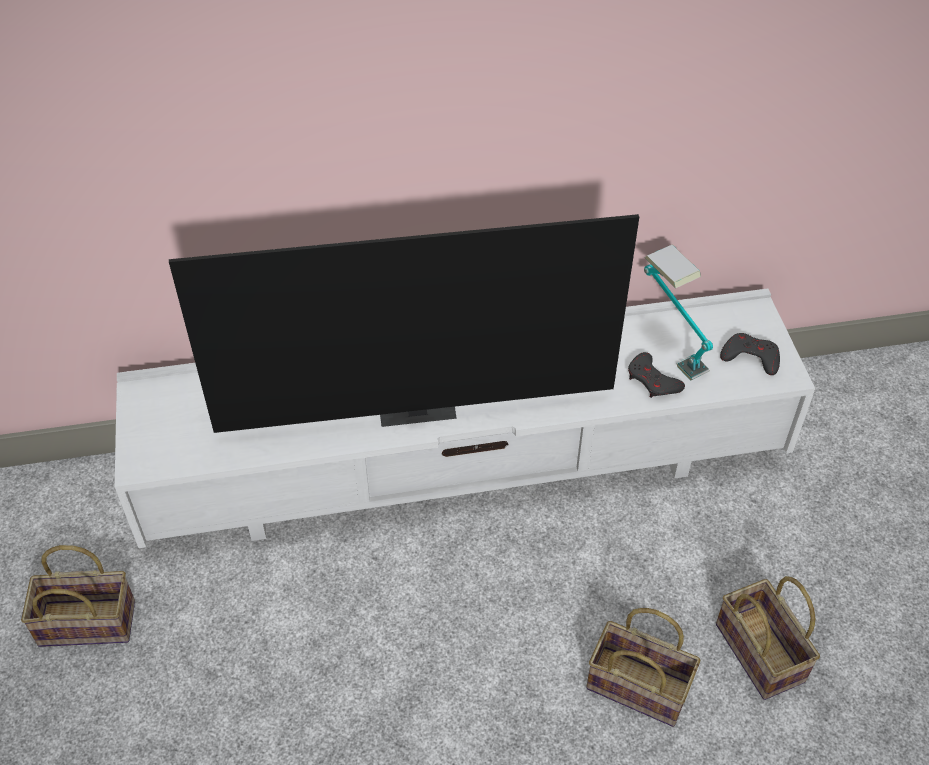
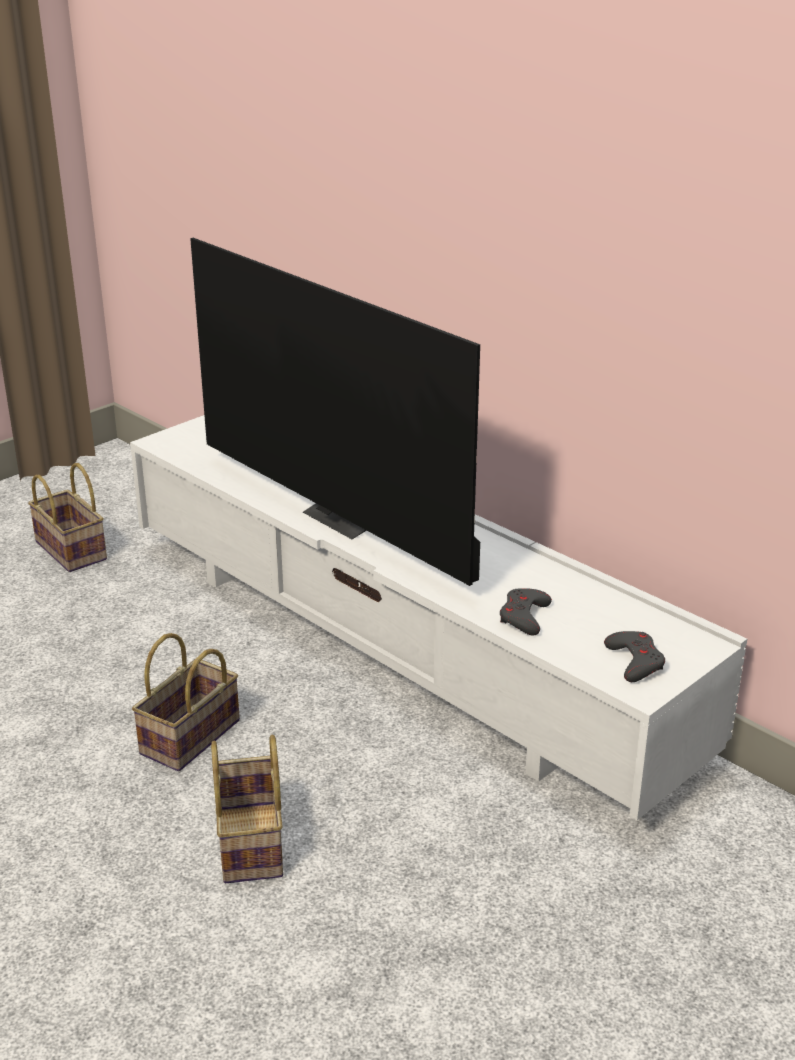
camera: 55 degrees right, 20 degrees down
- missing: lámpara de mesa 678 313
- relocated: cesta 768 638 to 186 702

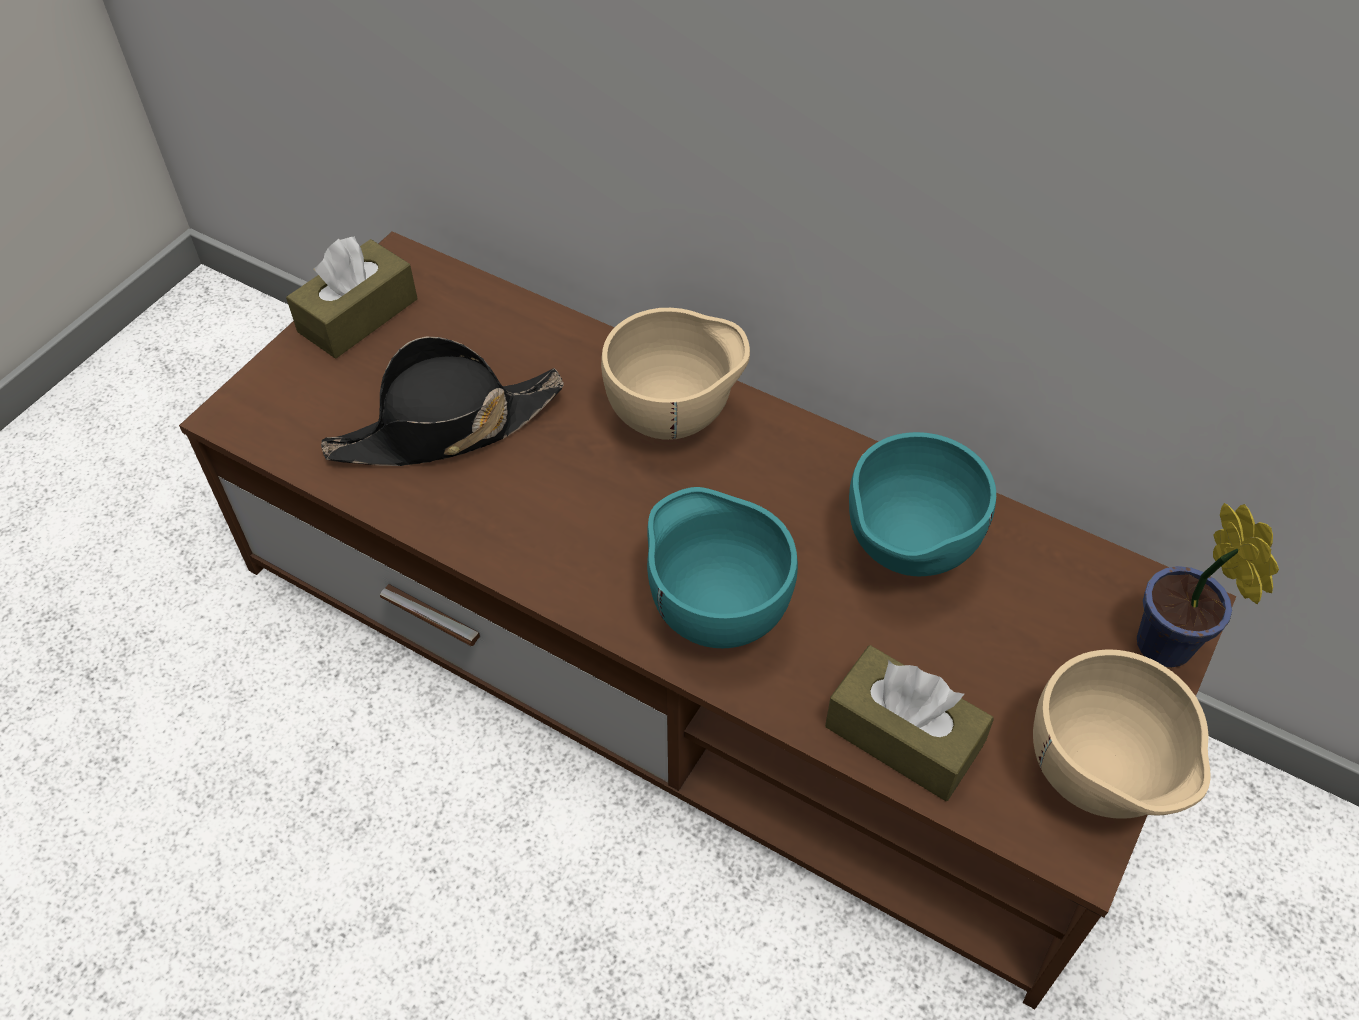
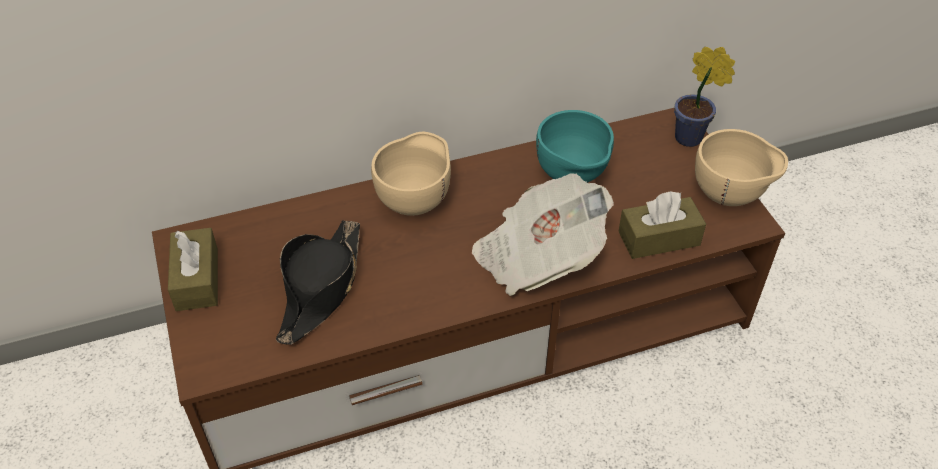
camera: 50 degrees left, 5 degrees down
- exchanged: cuenco (turquesa) 722 567 to periódico 543 235

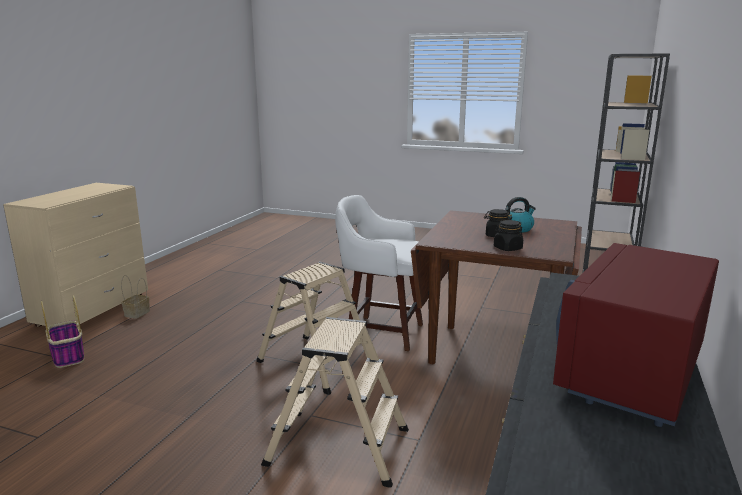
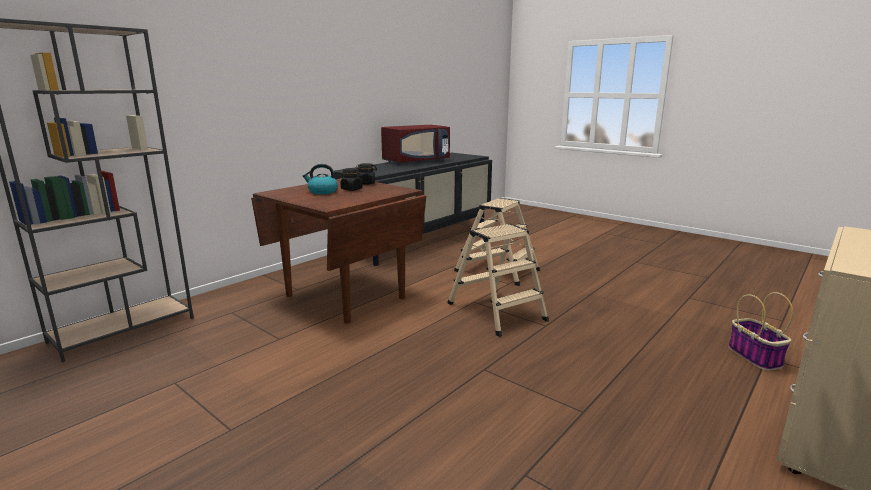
camera: 160 degrees left, 0 degrees up
- missing: cesta 135 297
- missing: taburete (blanco) 379 273

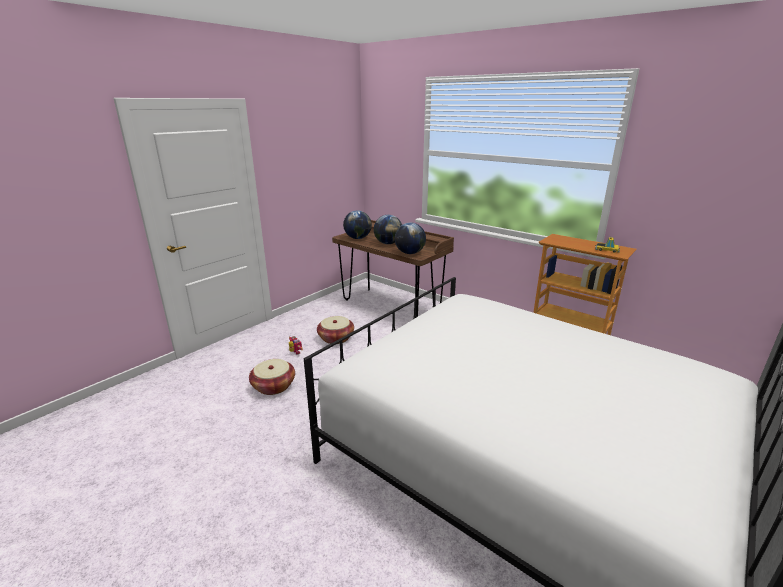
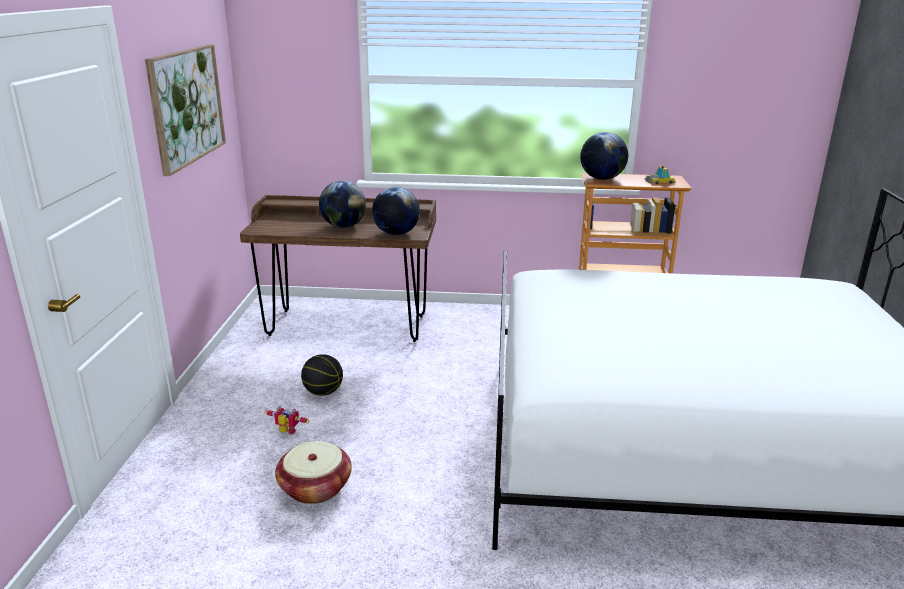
camera: 35 degrees left, 0 degrees up
- exchanged: cesta 335 330 to balón de baloncesto 322 375
- relocated: globo terráqueo 357 224 to 604 156
- appeared: cuadro 185 110

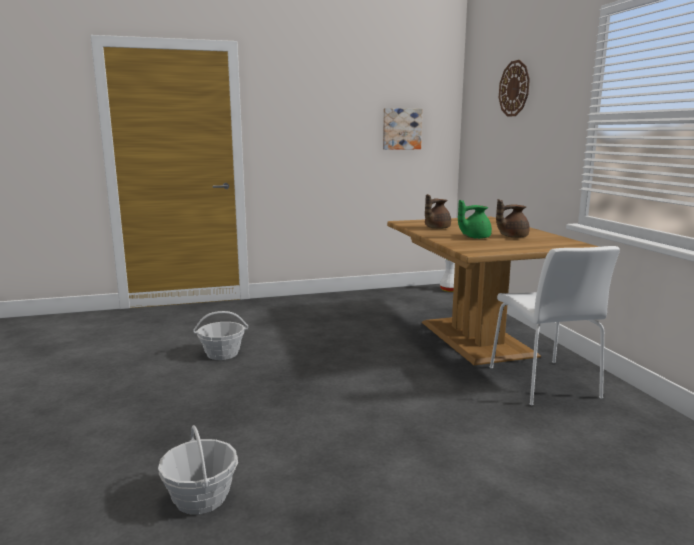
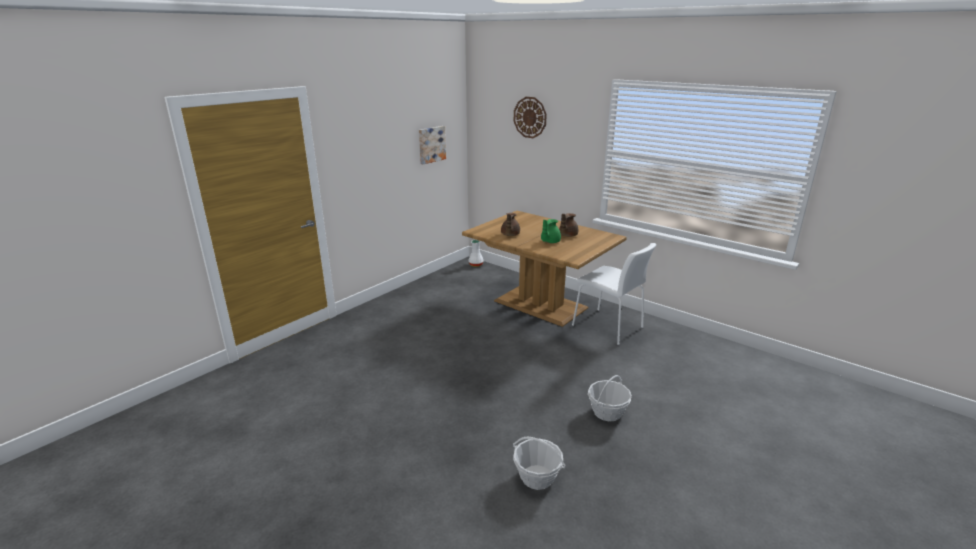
camera: 35 degrees left, 10 degrees up
- relocated: cesta 220 335 to 610 398

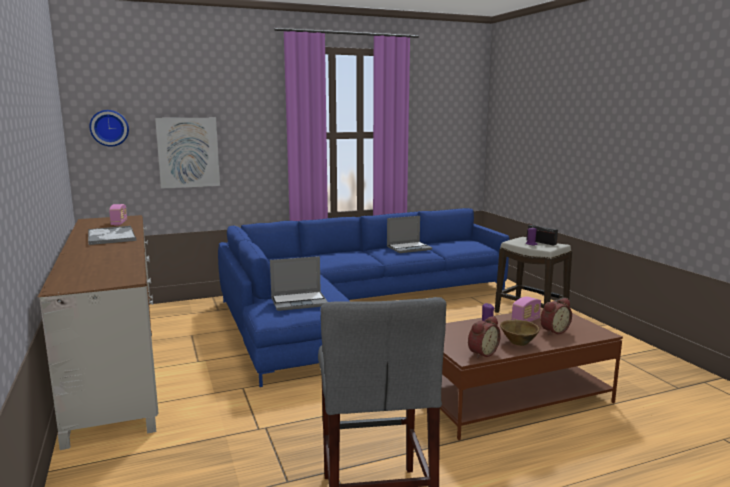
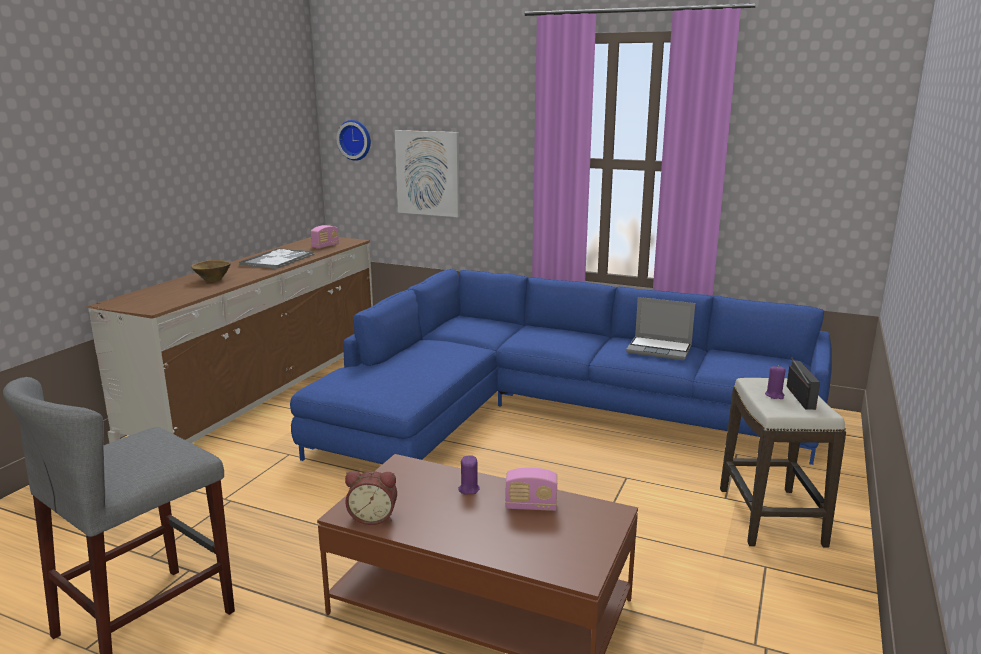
camera: 45 degrees right, 5 degrees up
- missing: portátil 299 283
- relocated: cuenco (marrón) 520 333 to 211 271
- missing: despertador 556 316

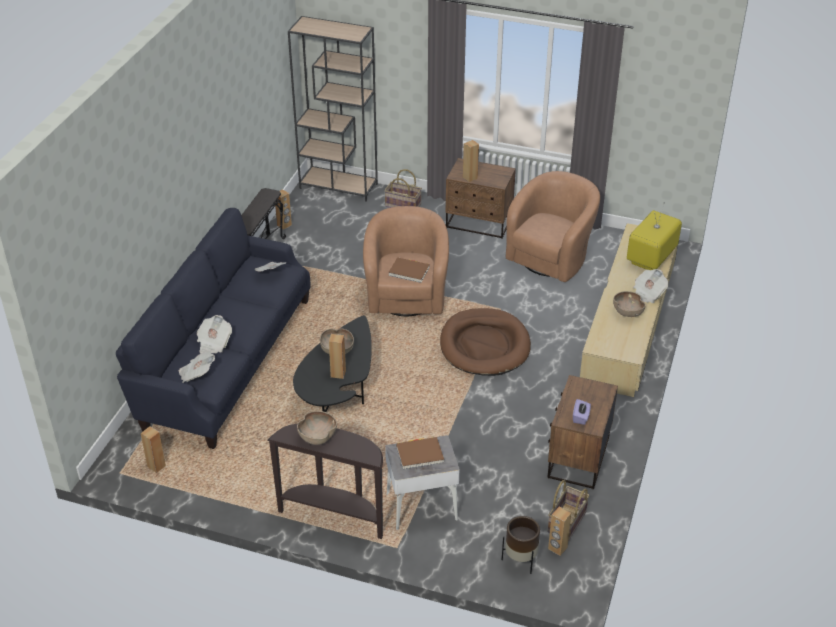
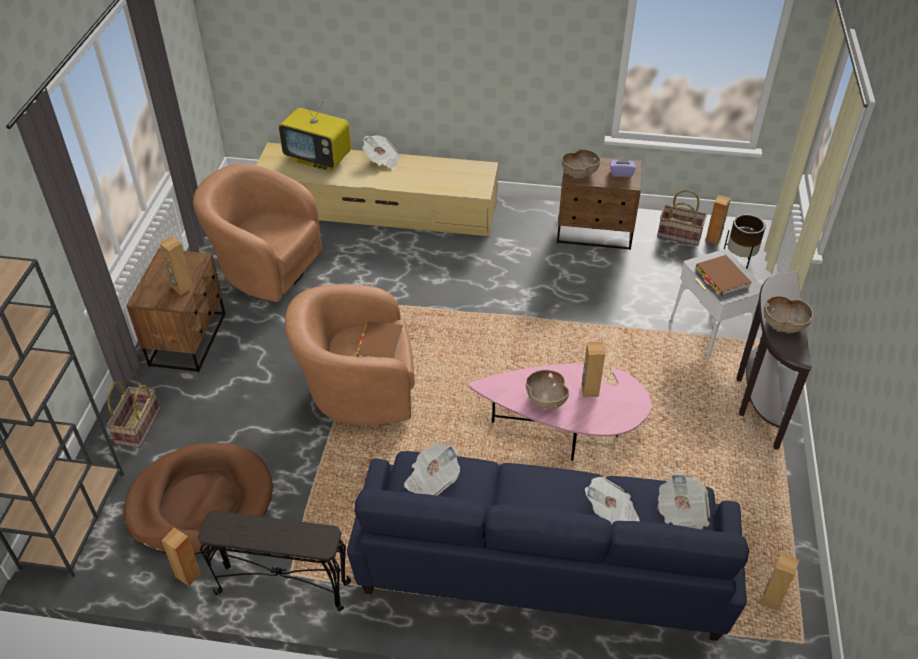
camera: 100 degrees left, 5 degrees up
- colour: mesa de centro (negro) 332 363 to mesa de centro (rosa) 560 412
- relocated: cama para perro (marrón) 485 342 to 198 499
- relocated: cuenco (marrón) 629 304 to 581 163

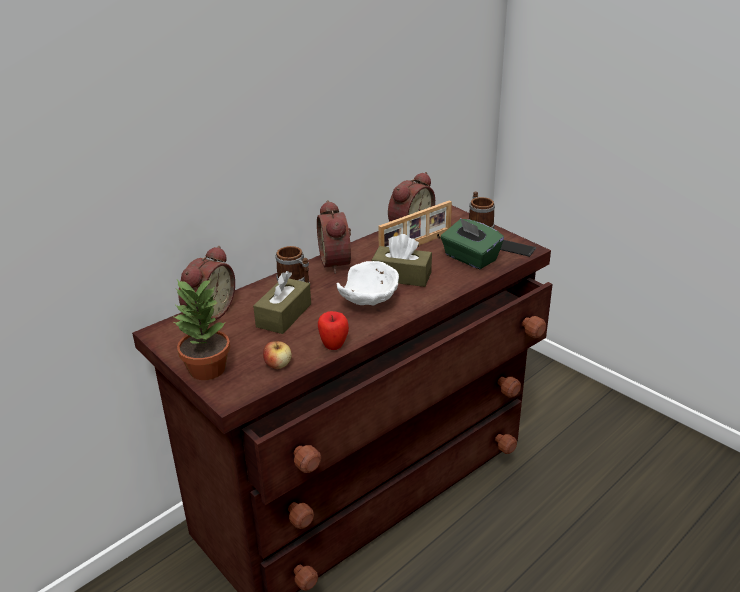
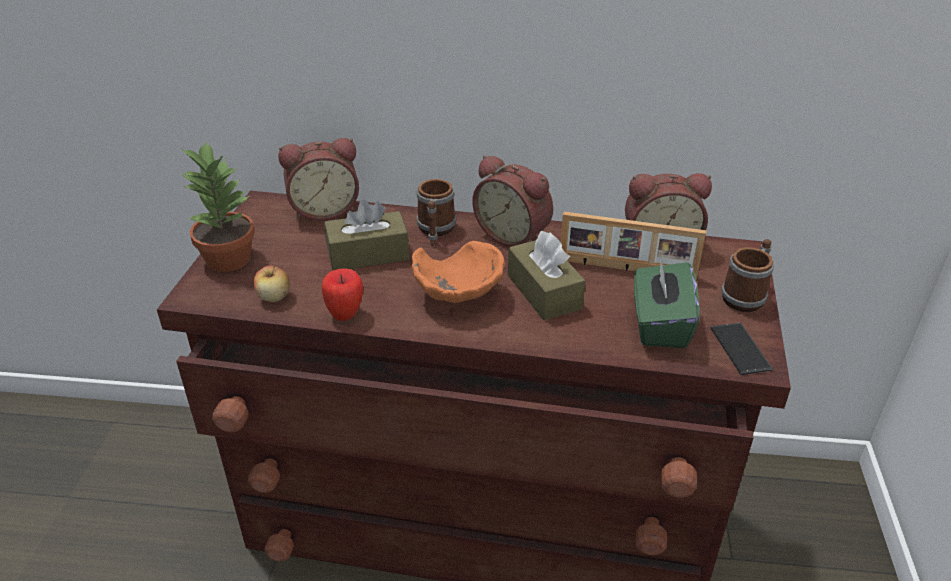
camera: 50 degrees right, 5 degrees up
- spun: despertador 334 237 = 512 201 90 degrees counterclockwise
- colour: cuenco (blanco) 368 283 to cuenco (naranja) 458 272

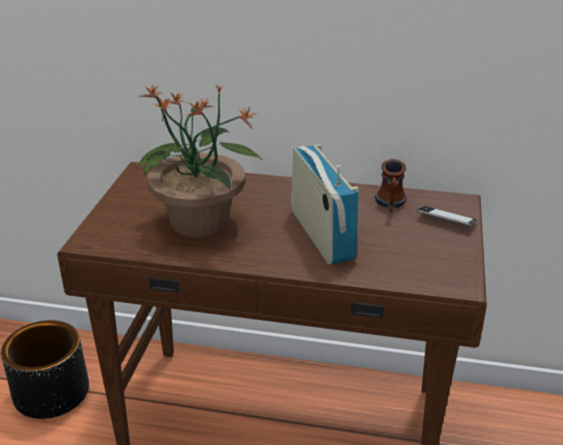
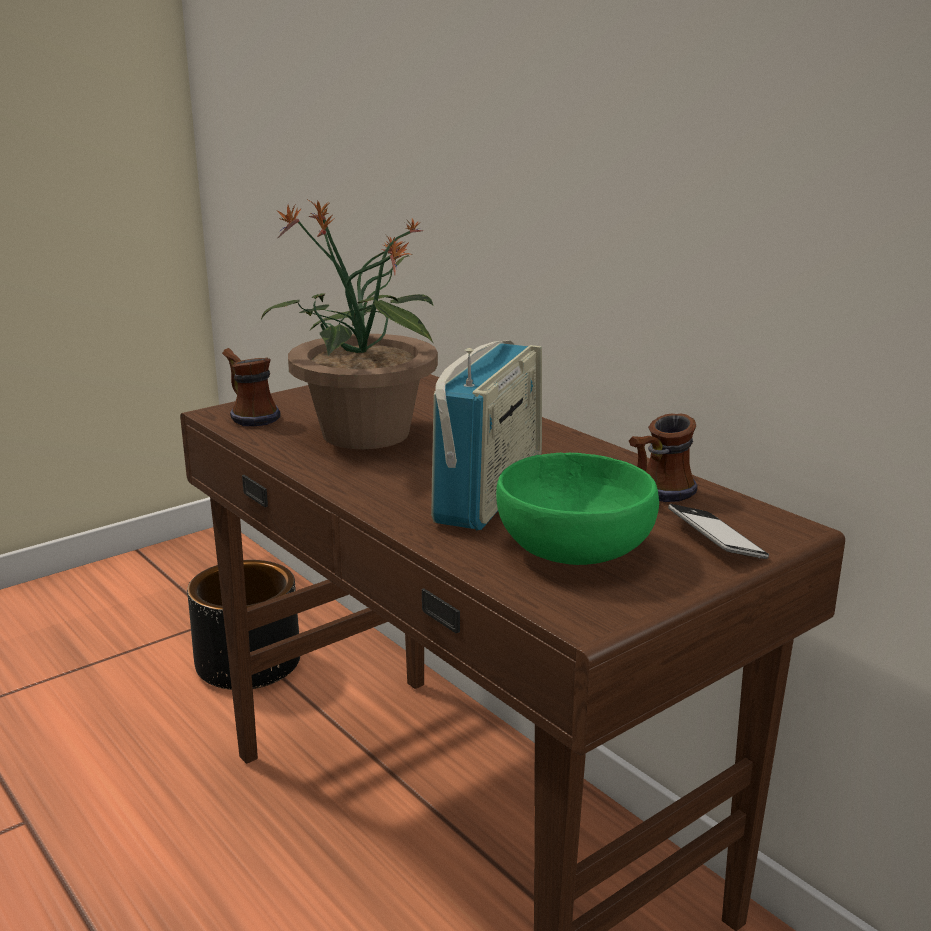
camera: 40 degrees right, 10 degrees down
- appeared: taza grande 251 387
- appeared: cuenco (verde) 577 509

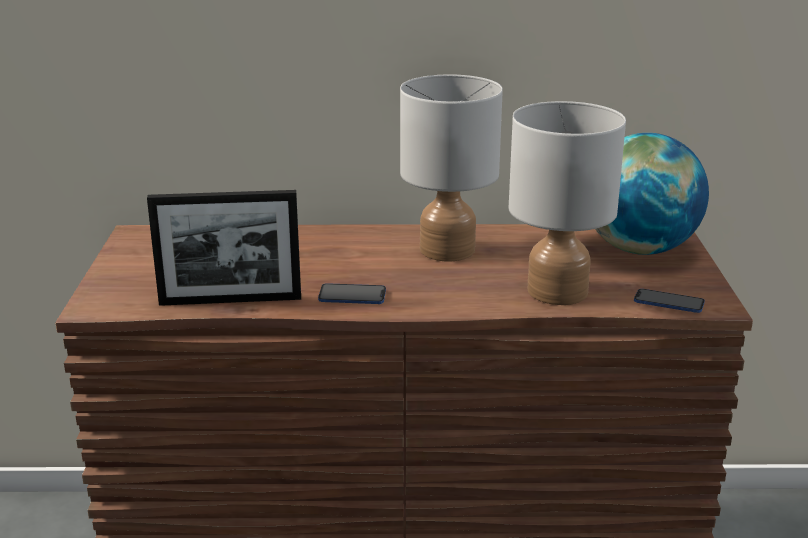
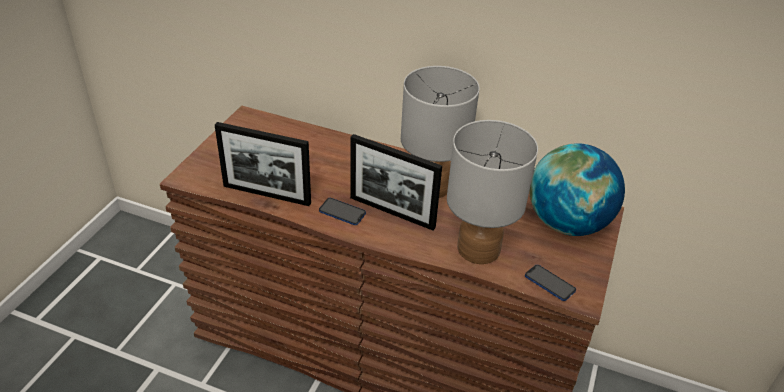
camera: 20 degrees right, 15 degrees up
- appeared: portarretratos 396 182

